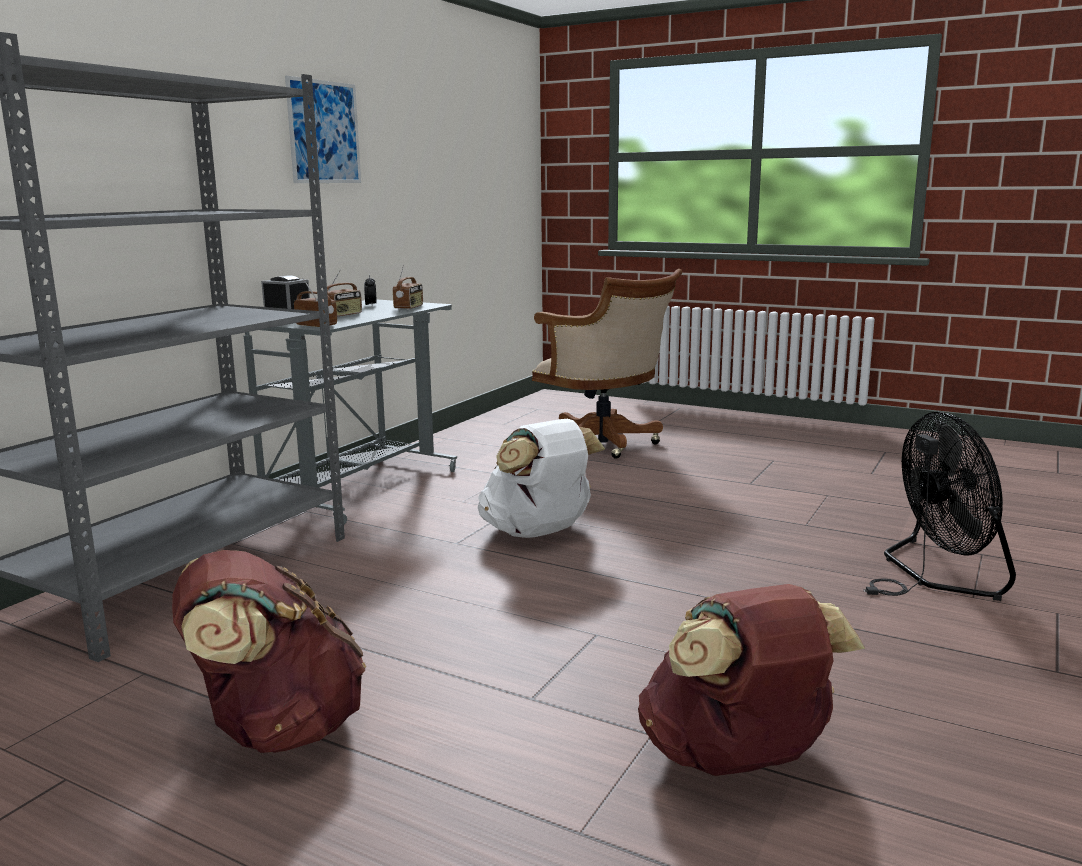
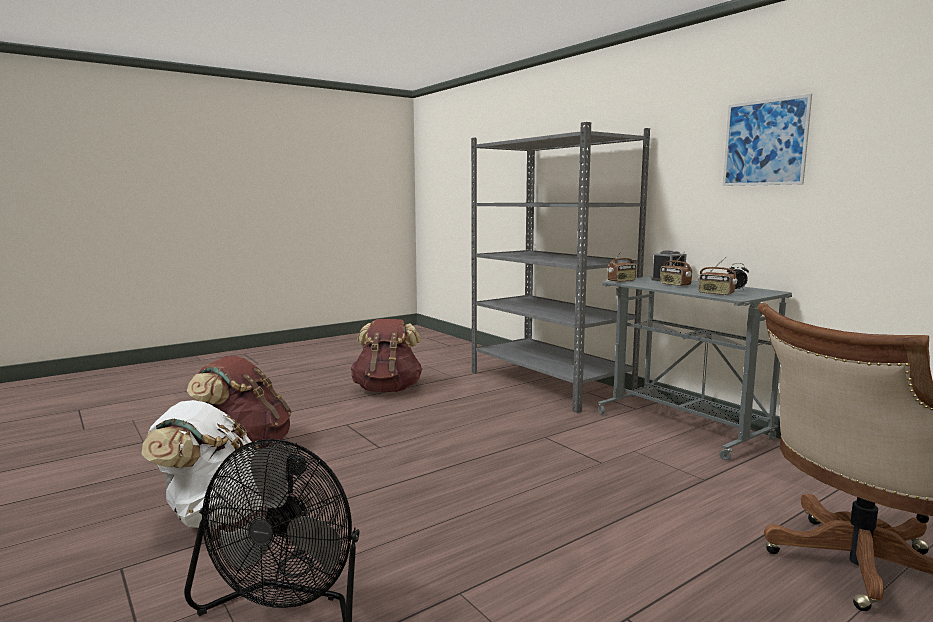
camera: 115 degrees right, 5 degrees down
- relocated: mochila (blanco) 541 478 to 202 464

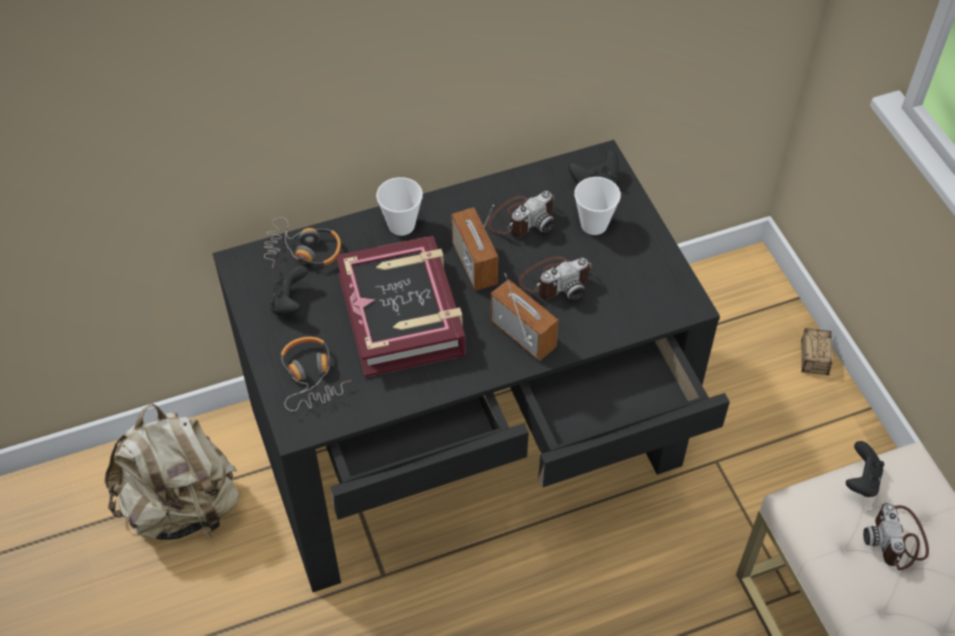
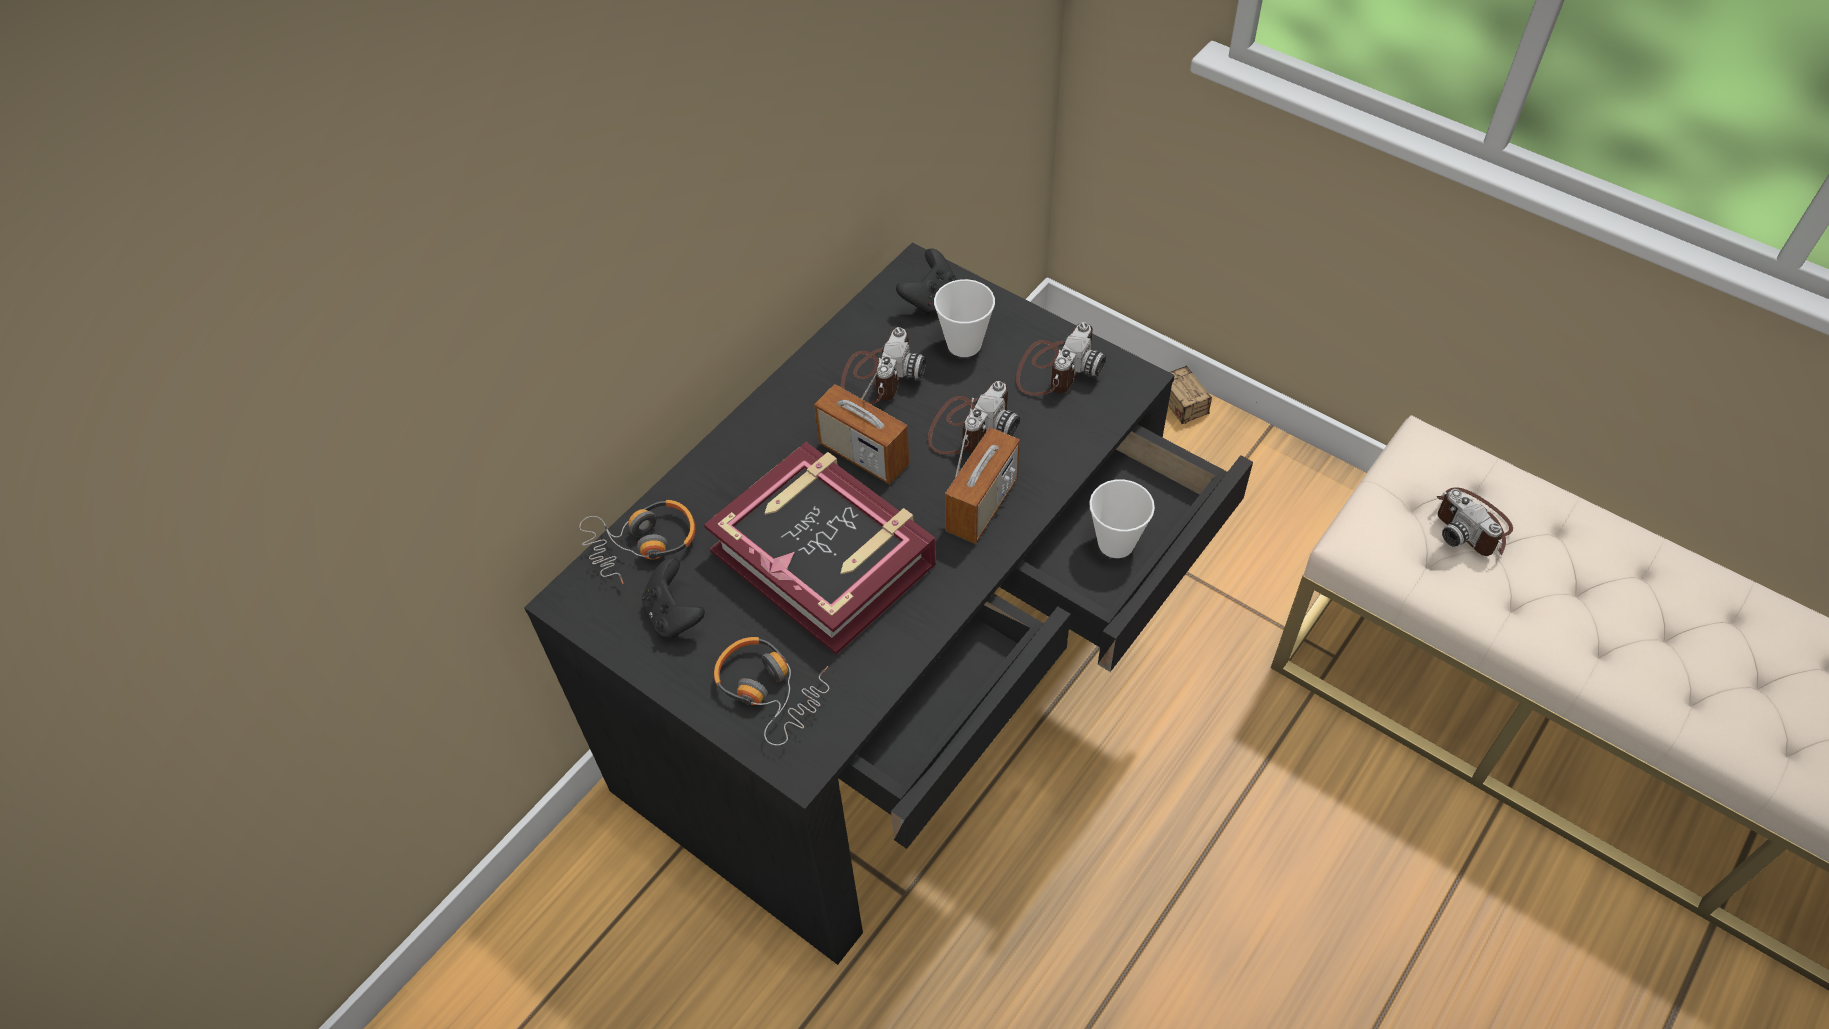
camera: 30 degrees left, 0 degrees up
- missing: mochila (beis) 172 471
- relocated: taza 399 206 to 1122 518
- spun: radio 524 317 = 982 471 105 degrees clockwise
- missing: mando de consola (negro) 865 469
- appeared: cámara 1061 358

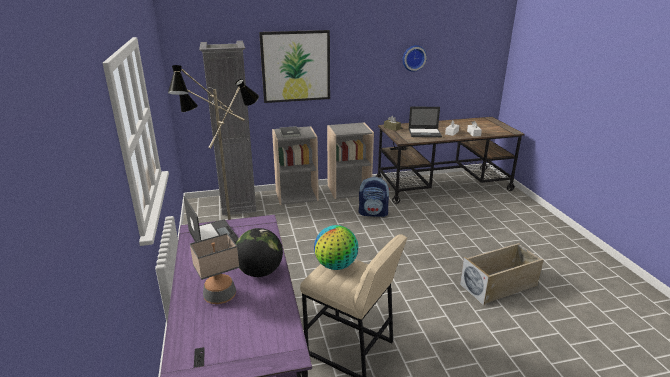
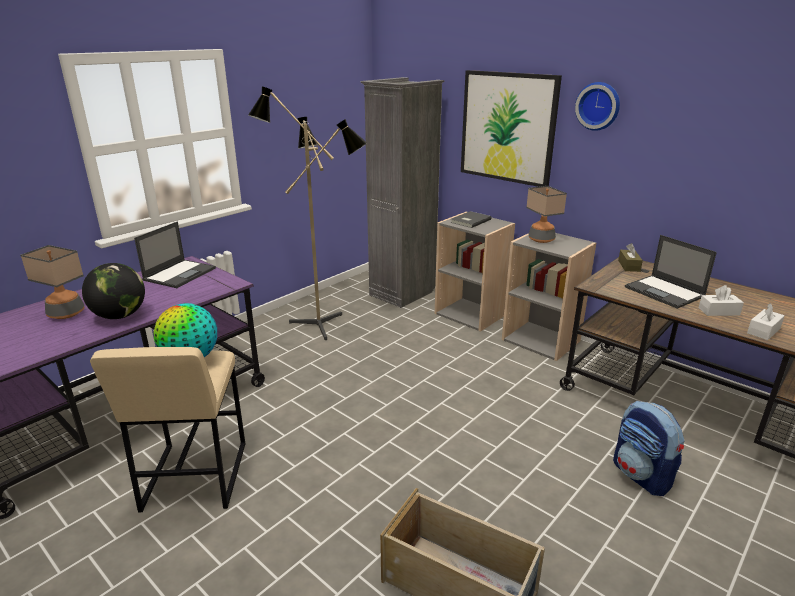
camera: 55 degrees right, 0 degrees up
- relocated: mochila 374 197 to 649 448
- relocated: reloj de pared 415 58 to 597 106
- appeared: lámpara de mesa 546 214

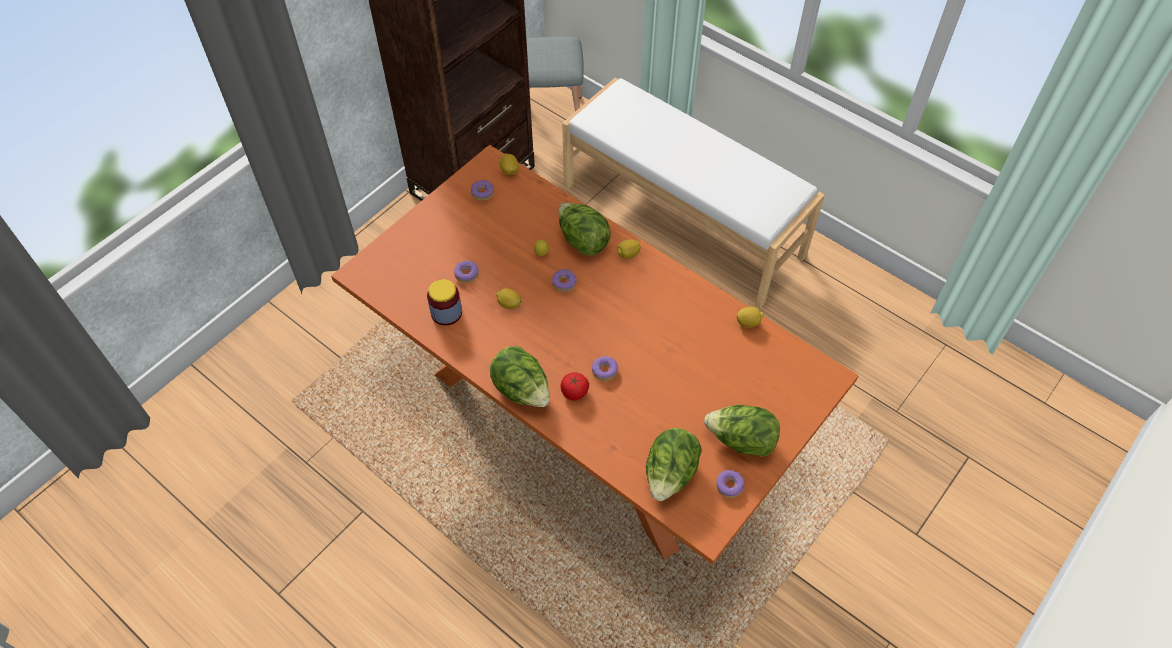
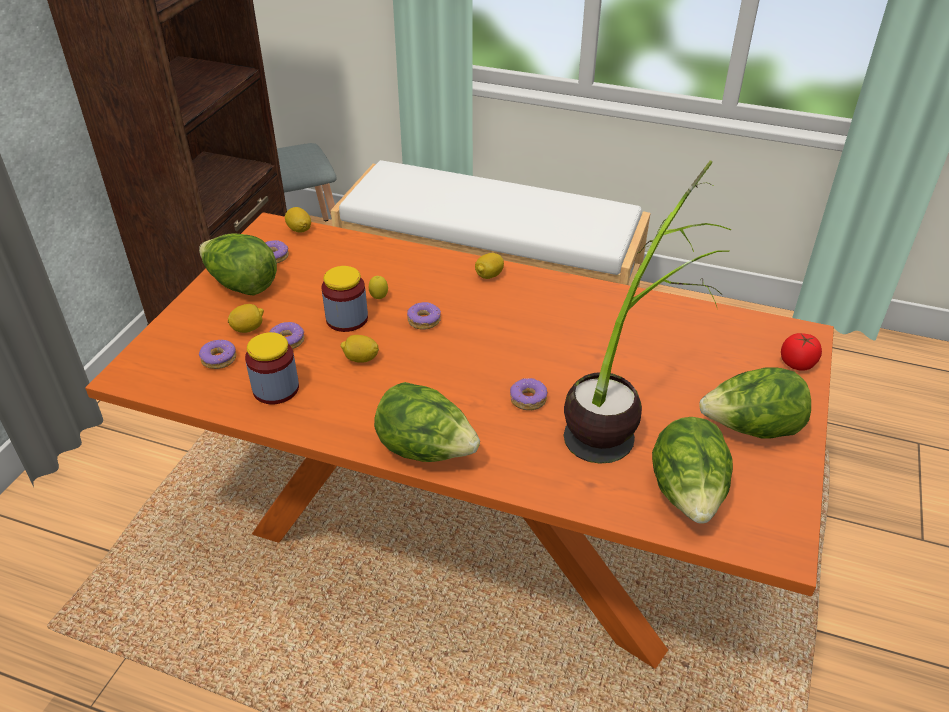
camera: 20 degrees left, 15 degrees down
- relocated: lechuga 584 229 to 238 264
- relocated: tomate 574 386 to 801 352
- relocated: rosquilla 730 484 to 217 354
- relocated: limón 750 317 to 246 318
- appeared: tarro 344 299
- appeared: planta en maceta 647 312

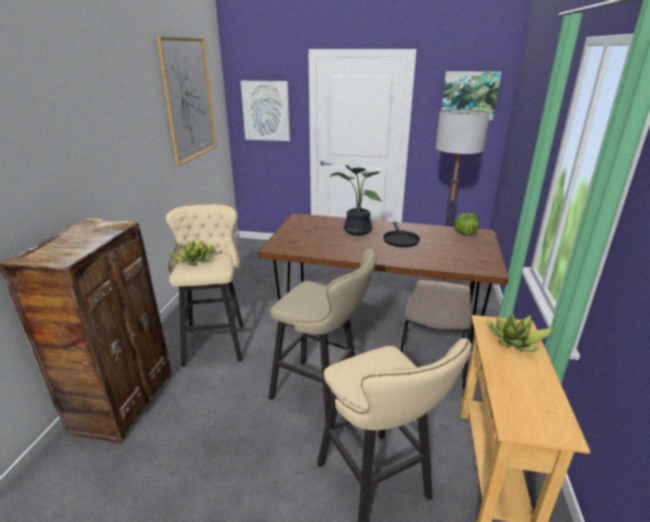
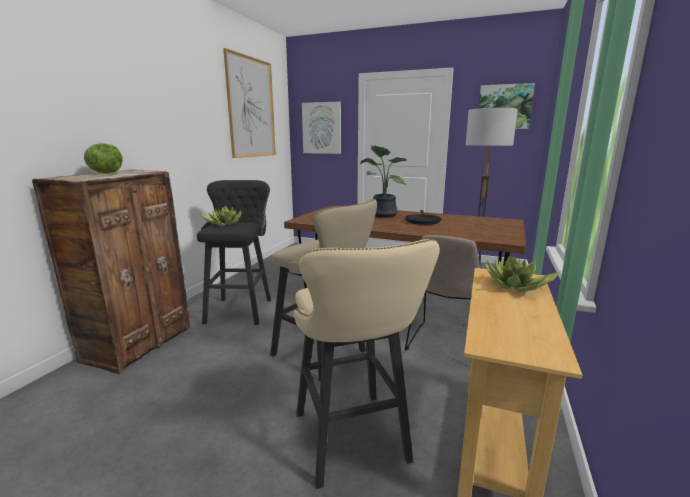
camera: 10 degrees right, 10 degrees down
- colour: taburete (beis) 204 285 to taburete (negro) 234 252
- relocated: lechuga 467 224 to 103 158

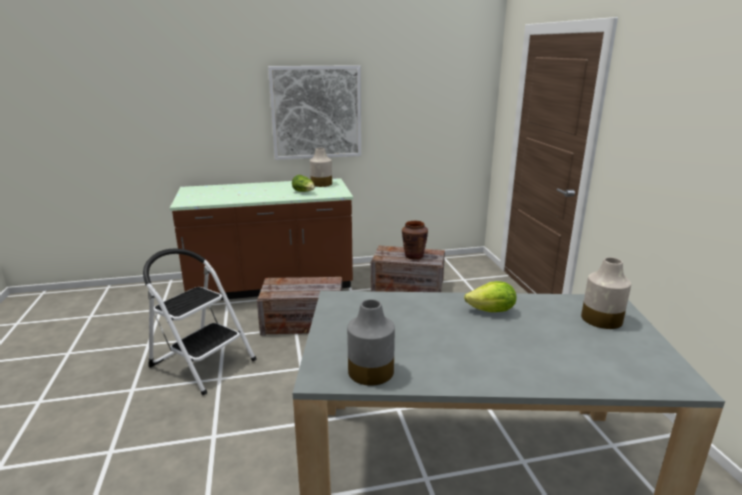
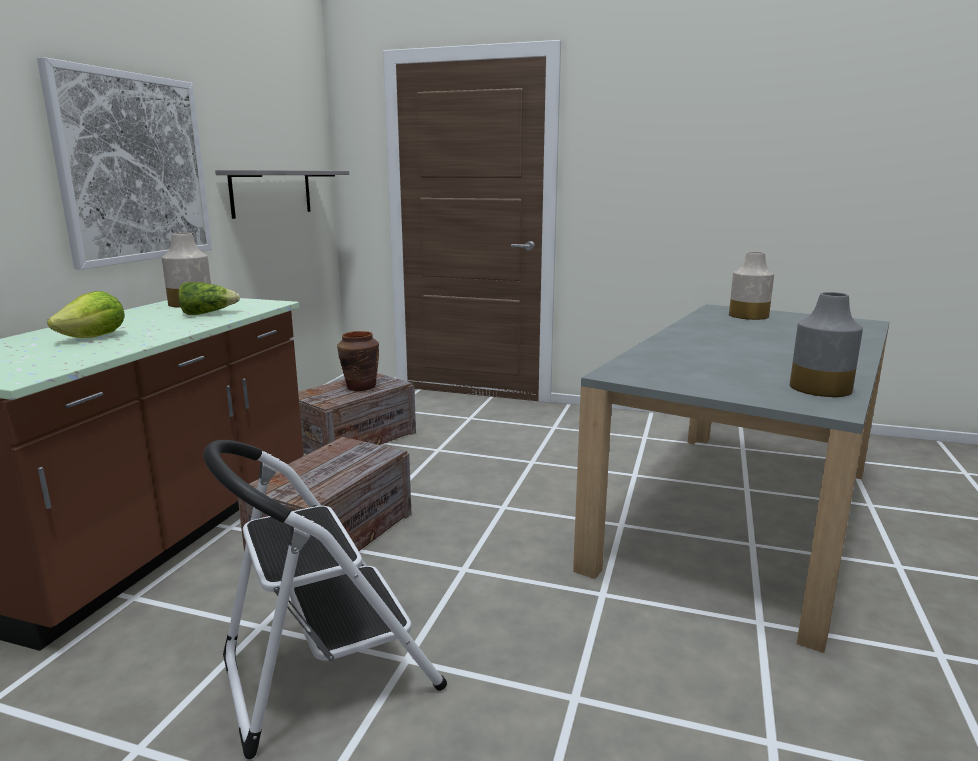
camera: 60 degrees left, 5 degrees down
- relocated: lechuga 490 296 to 86 314
- appeared: estante (gris) 282 194

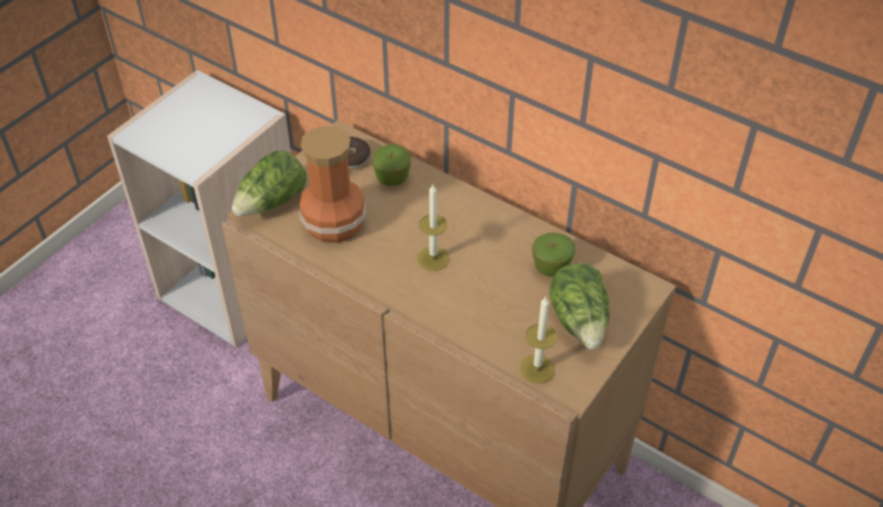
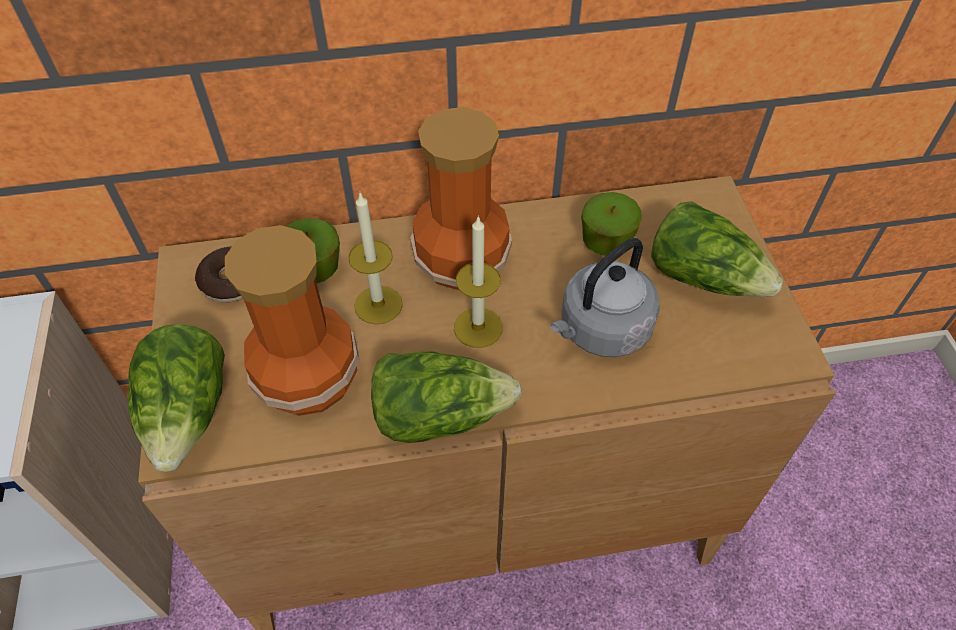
camera: 45 degrees left, 5 degrees up
- relocated: vela 538 340 to 375 259
- appeared: lechuga 446 397
- appeared: florero 461 198
- appeared: hervidor (gris) 605 297

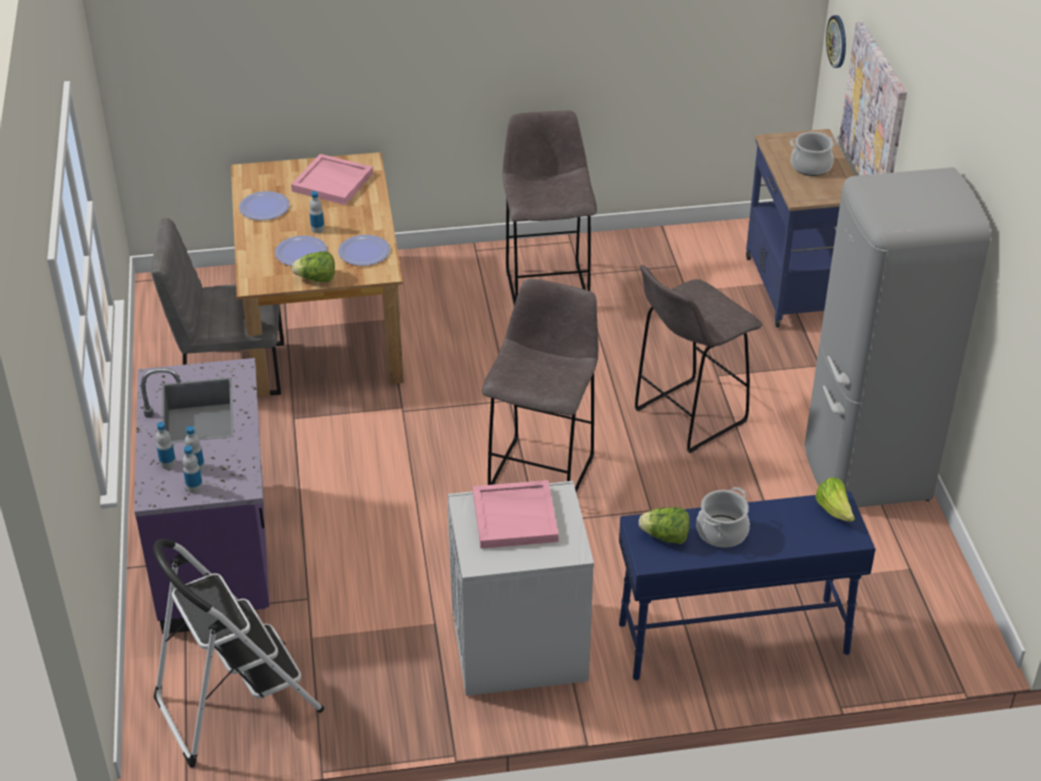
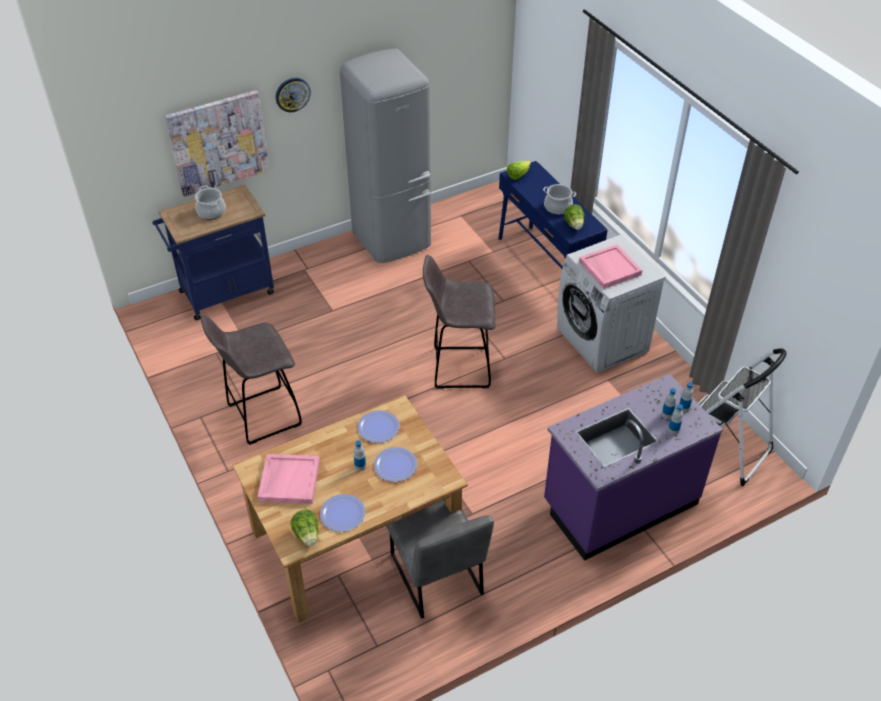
camera: 110 degrees left, 5 degrees up
- relocated: lechuga 313 266 to 304 527
- missing: taburete (gris) 698 359
- relocated: reloj de pared 836 41 to 293 95

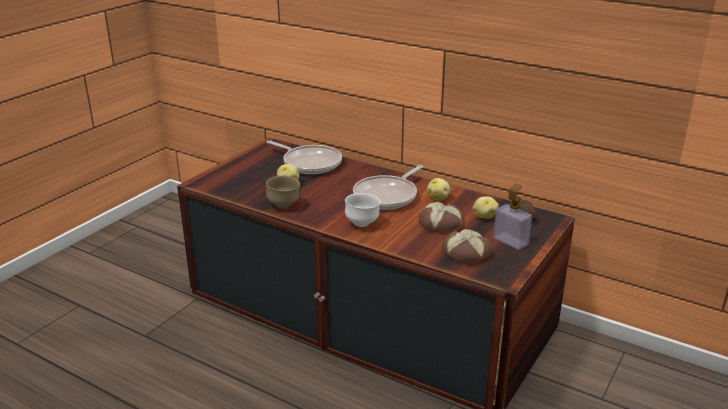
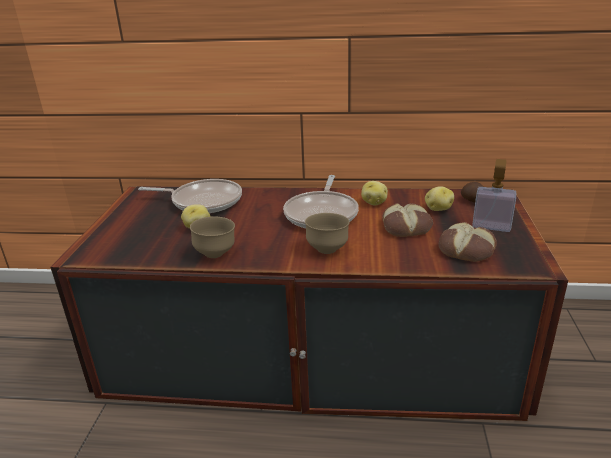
camera: 25 degrees left, 0 degrees up
- colour: cuenco (blanco) 363 210 to cuenco (marrón) 327 233

